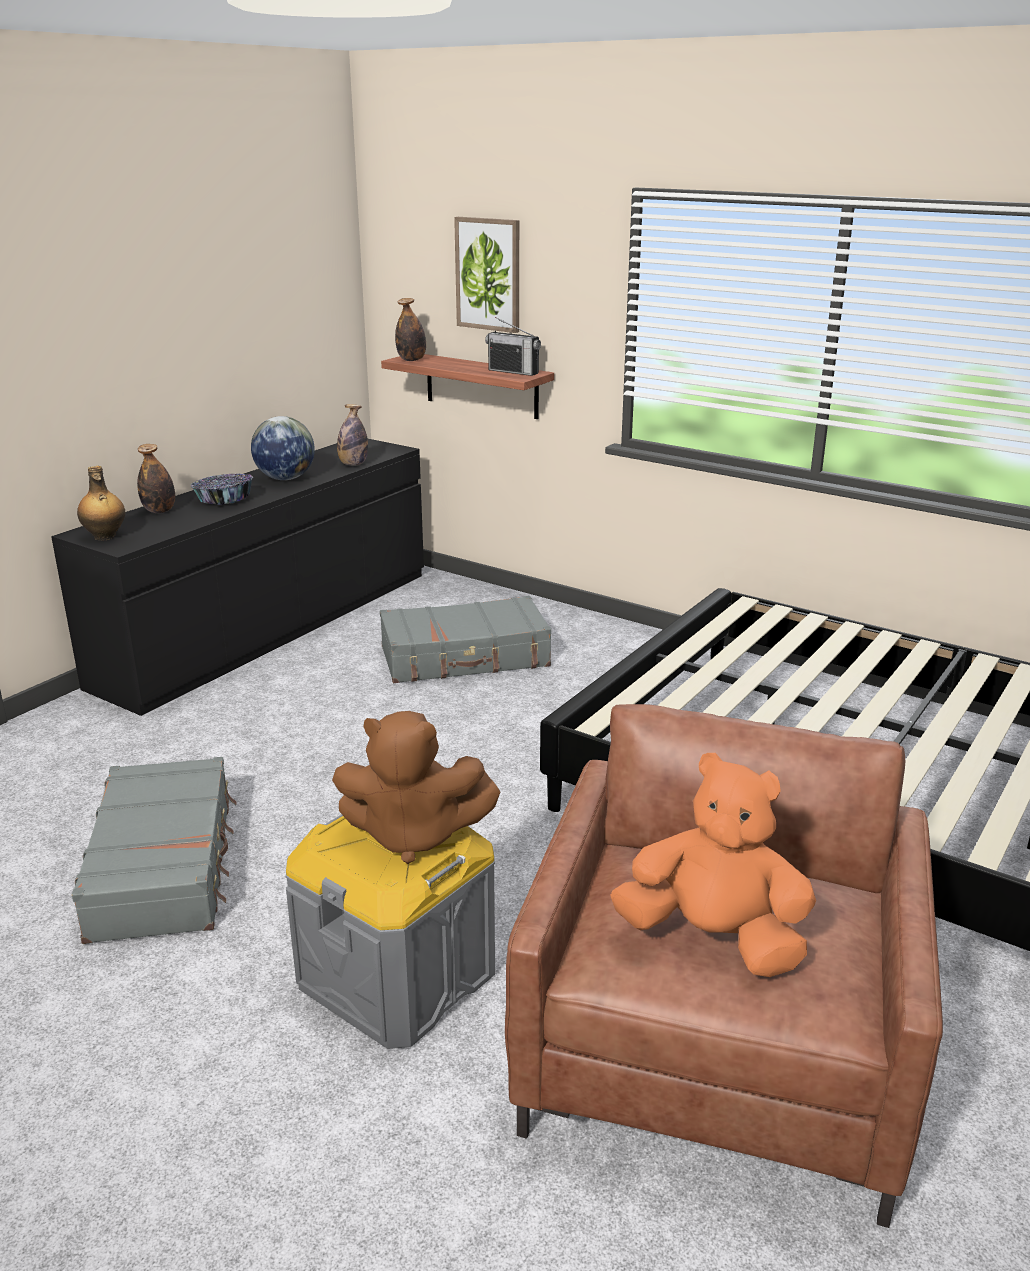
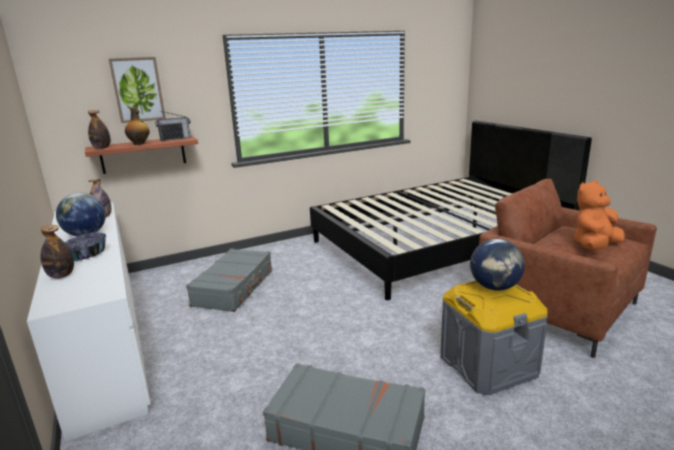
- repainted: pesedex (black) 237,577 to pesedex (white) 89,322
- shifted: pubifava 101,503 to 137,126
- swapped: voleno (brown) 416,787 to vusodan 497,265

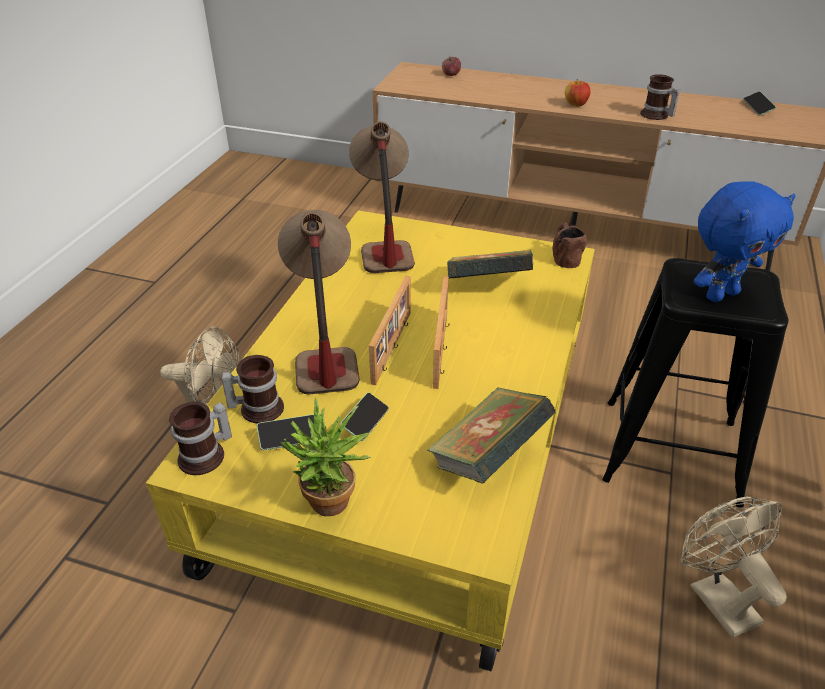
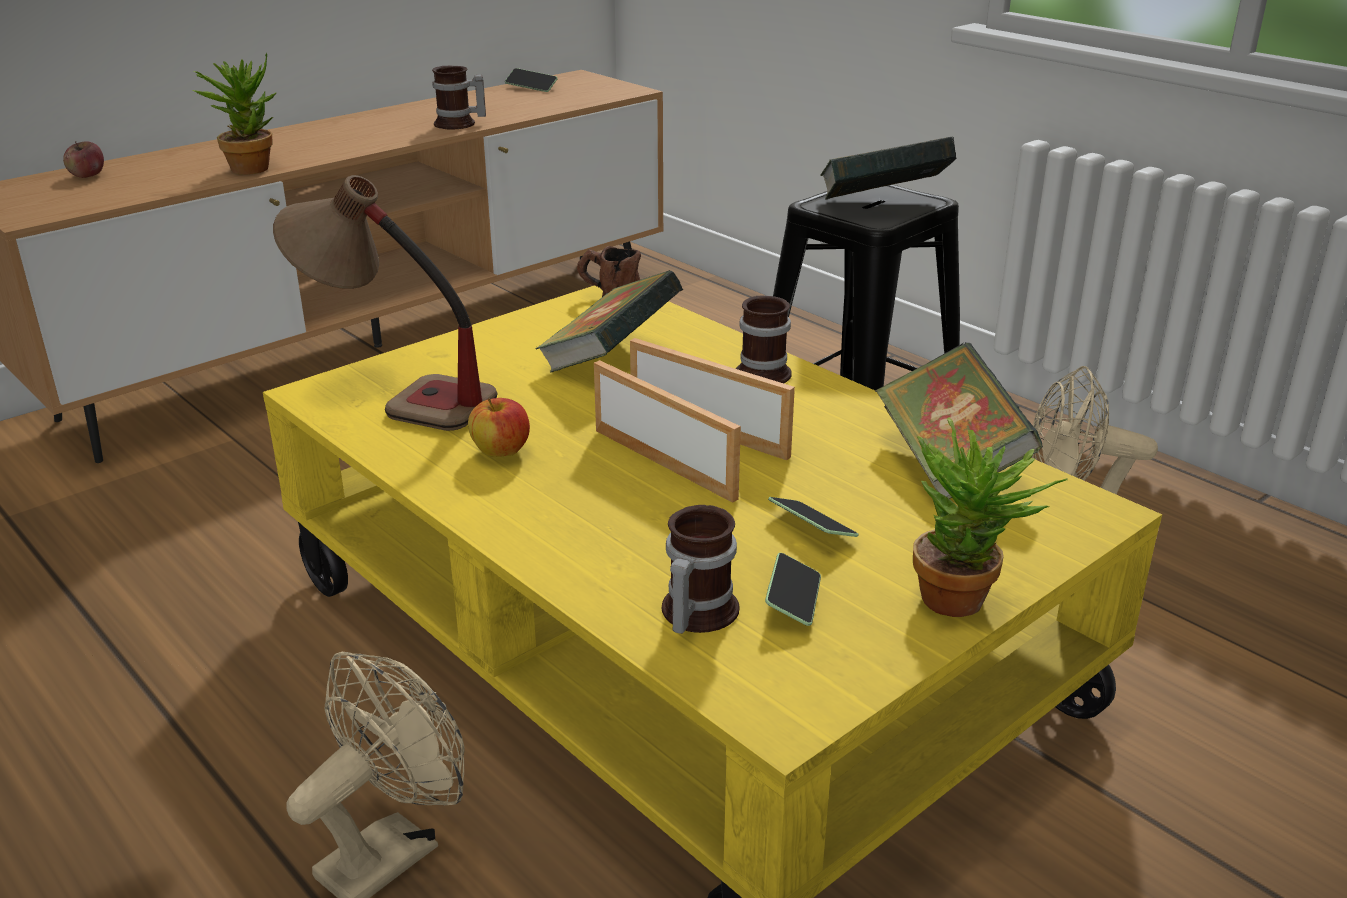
- shifted: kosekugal 578,93 to 499,427
- swapped: voleno (blue) 745,241 to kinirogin 888,168
- gone: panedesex 318,302
- shifted: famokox 200,438 to 764,339
- new: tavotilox 234,114

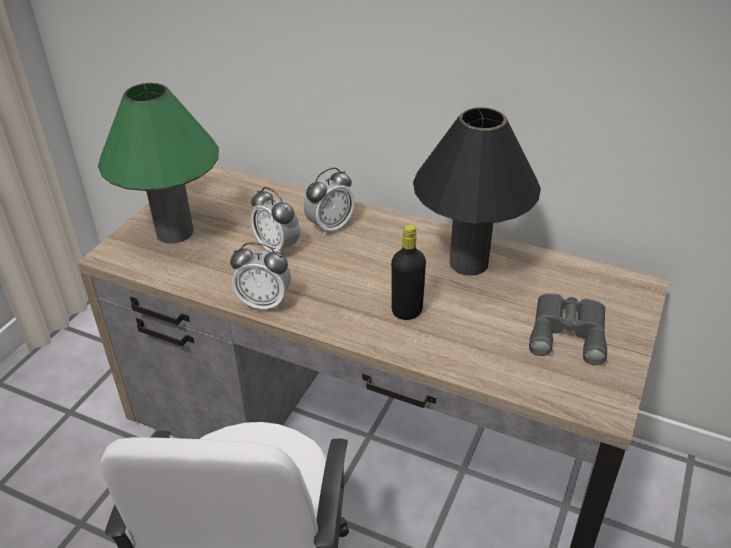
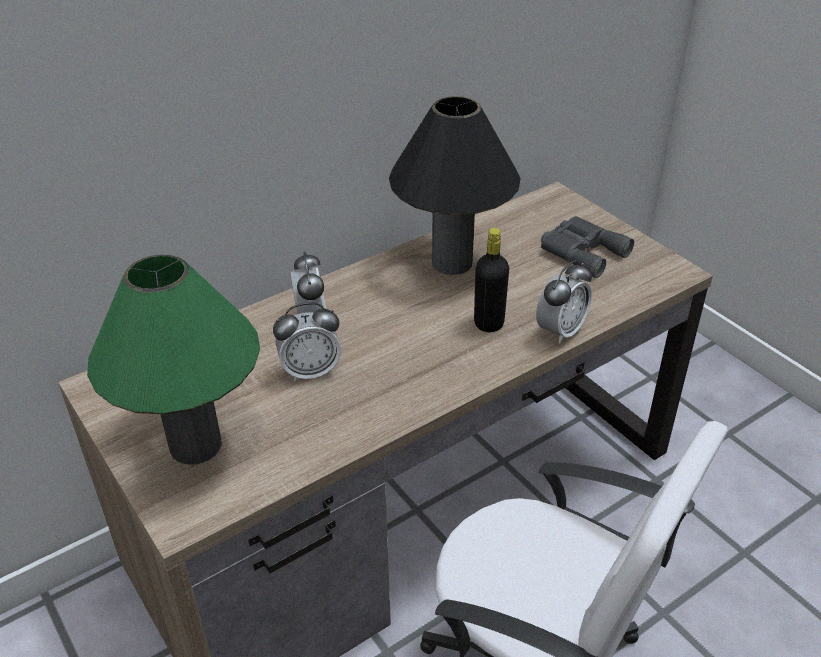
- shifted: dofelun 260,276 to 564,302

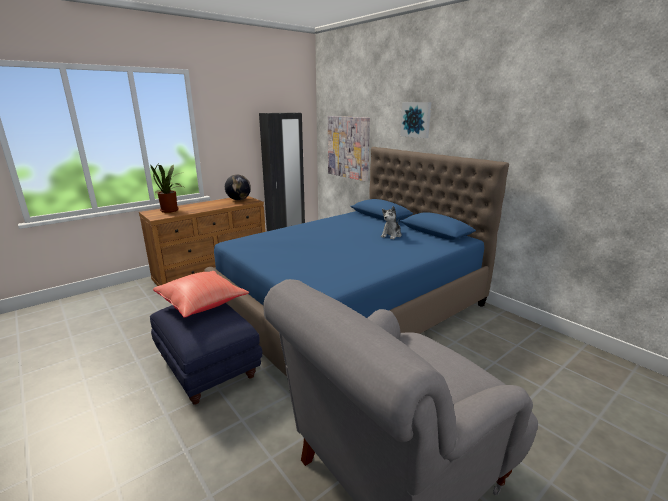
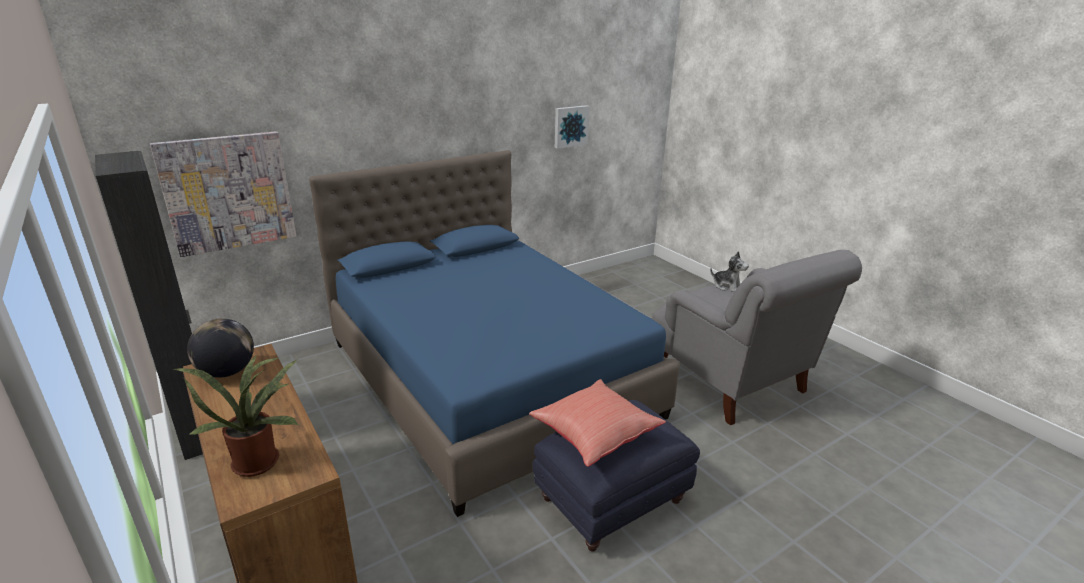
- shifted: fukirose 415,120 to 572,127
- shifted: voleno 391,223 to 729,271

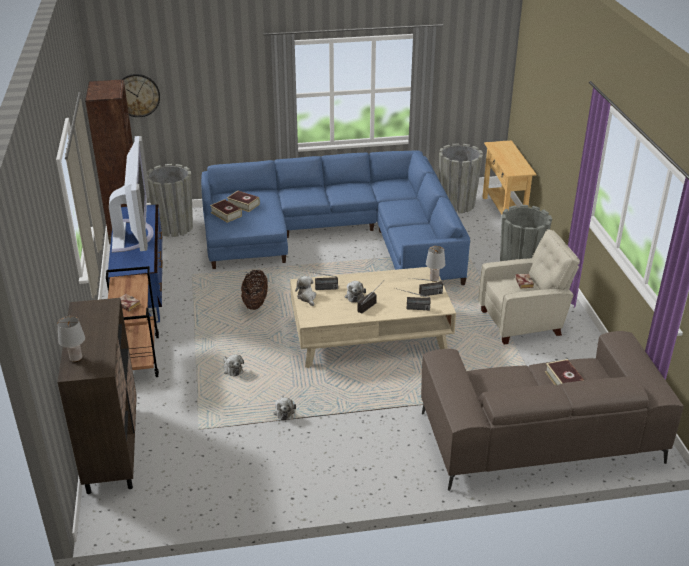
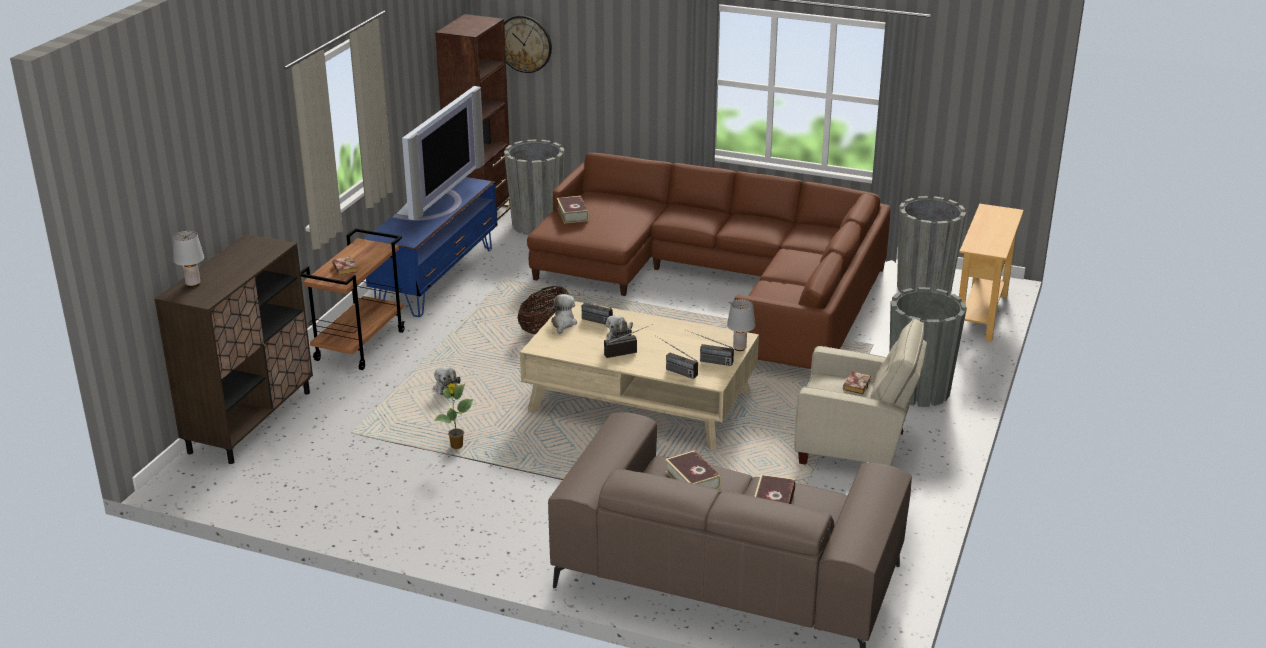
- repainted: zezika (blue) 335,217 to zezika (brown) 708,261
- shifted: kinirogin 243,201 to 693,469
- swapped: voleno 284,407 to tavotilox 454,416

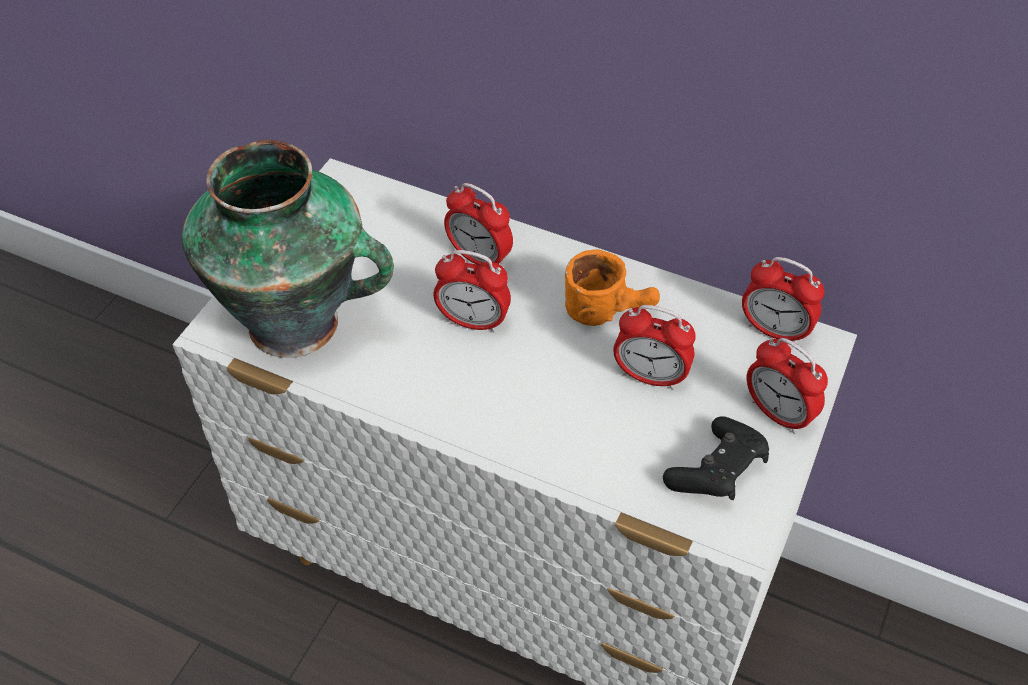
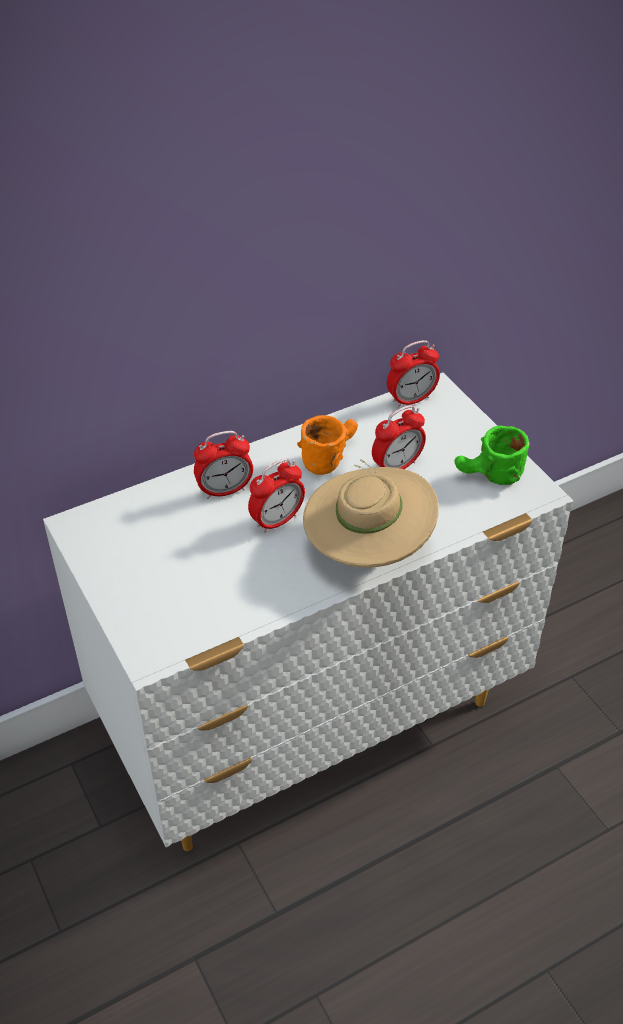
- gone: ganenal 288,249
- gone: dofelun 787,386
- swapped: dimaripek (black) 716,458 to famokox (green) 492,455
- new: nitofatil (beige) 371,513

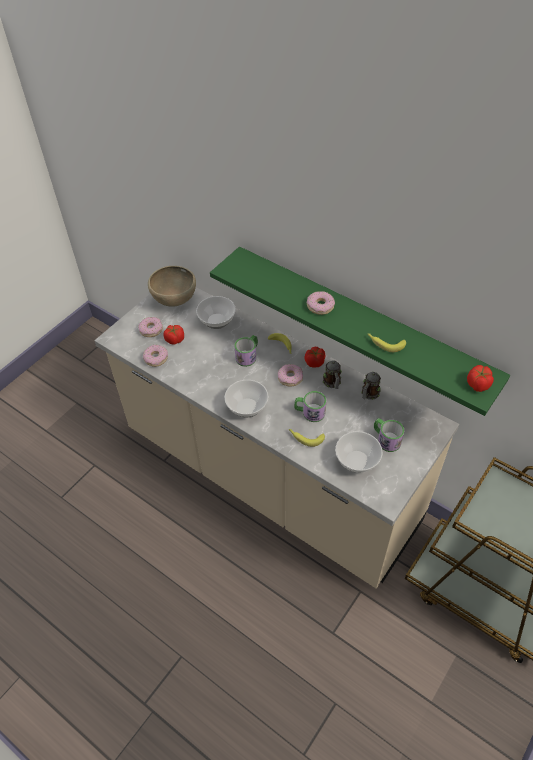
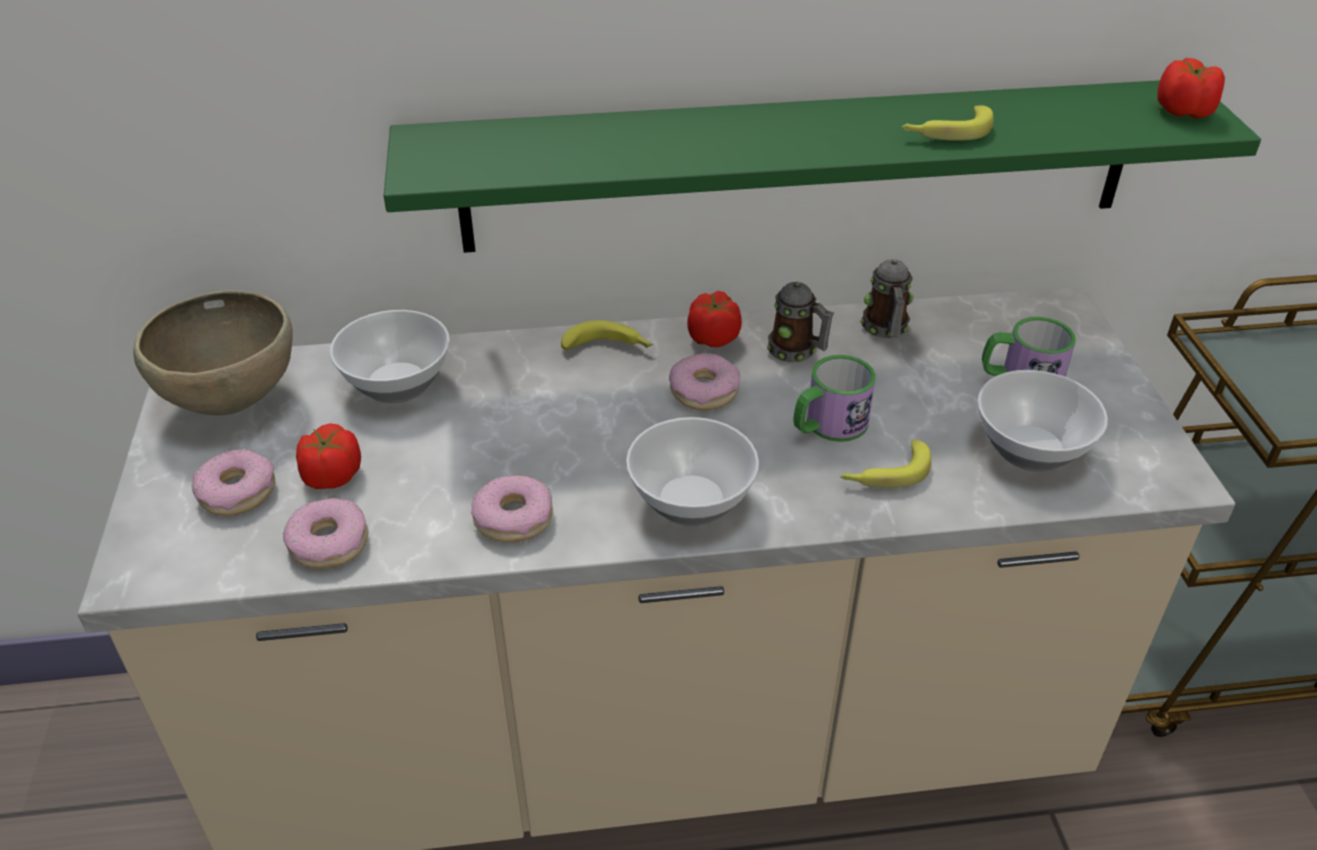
- shifted: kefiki 321,303 to 512,508
- gone: famokox 246,351

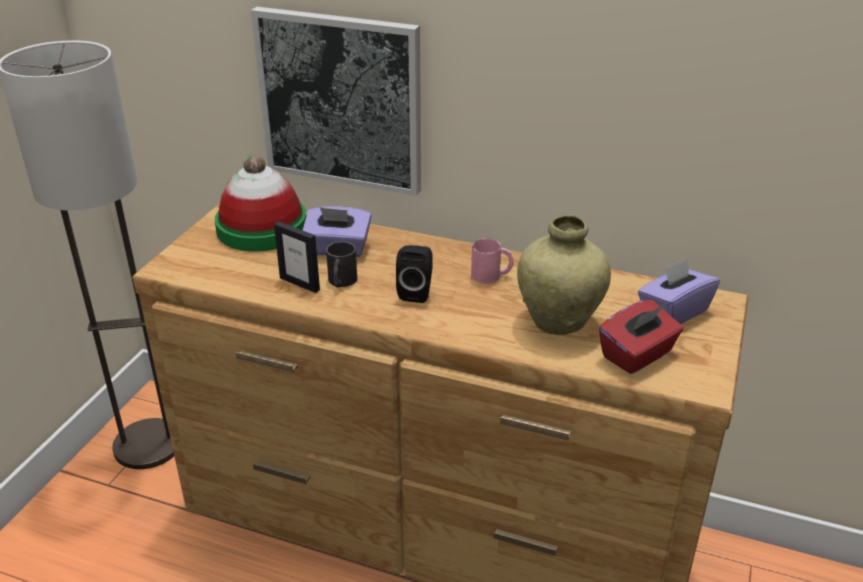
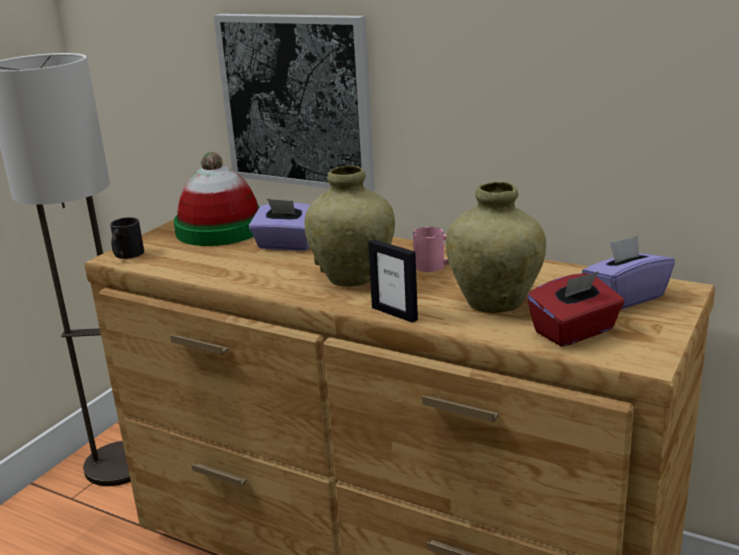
- shifted: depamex 297,257 to 393,281
- shifted: famokox (black) 341,265 to 127,238
- swapped: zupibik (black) 414,274 to ganenal (beige) 349,226

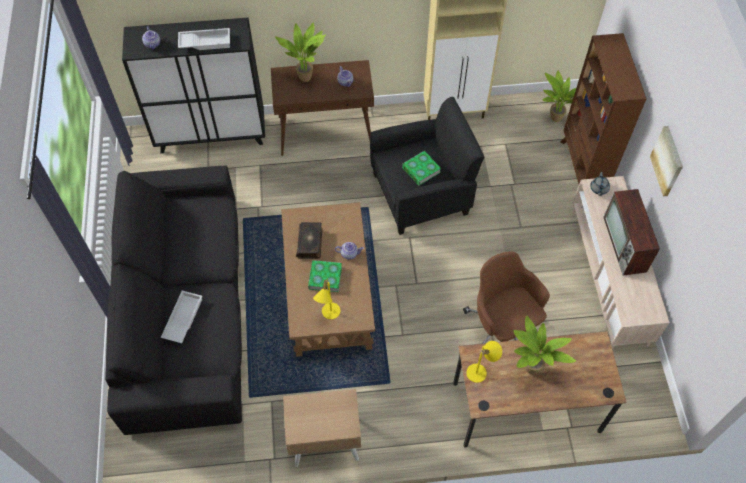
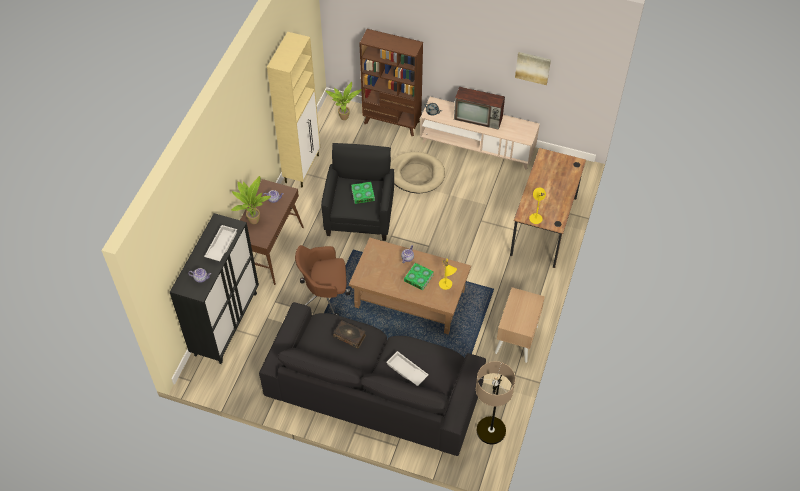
- shifted: fukirose 666,161 to 533,68
- shifted: kinirogin 309,240 to 349,334
- shifted: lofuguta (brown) 506,297 to 322,280
- gone: tavotilox 544,344
- new: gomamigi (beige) 417,172
- new: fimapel 495,403

